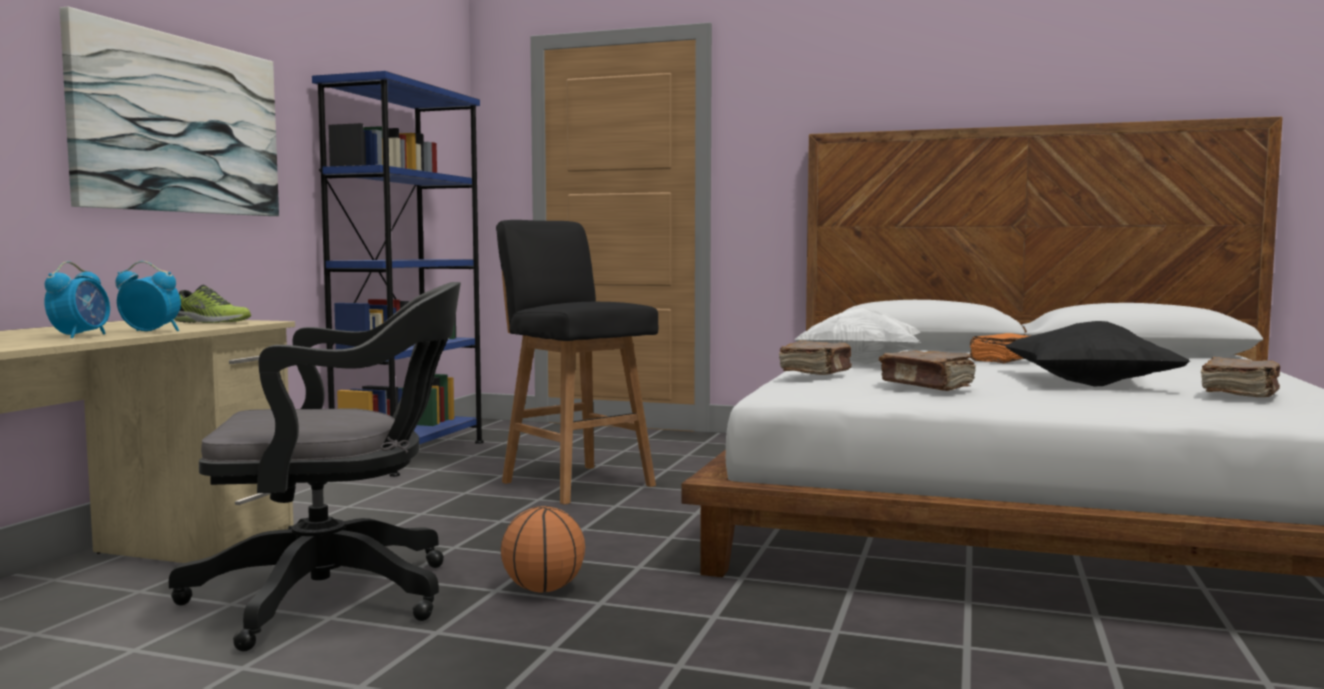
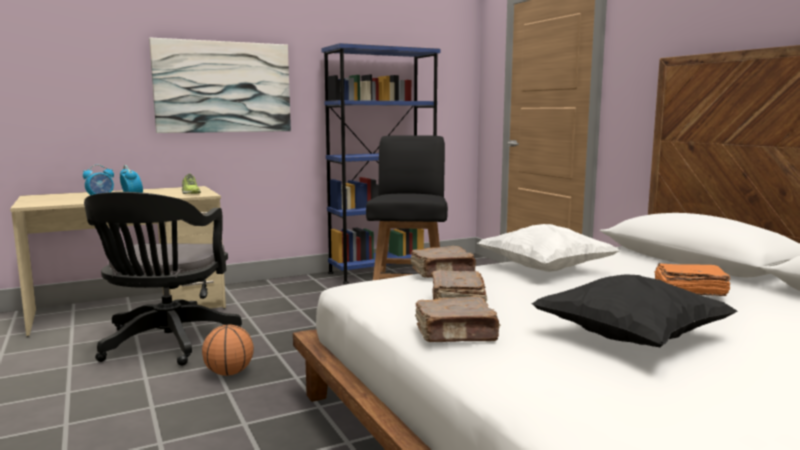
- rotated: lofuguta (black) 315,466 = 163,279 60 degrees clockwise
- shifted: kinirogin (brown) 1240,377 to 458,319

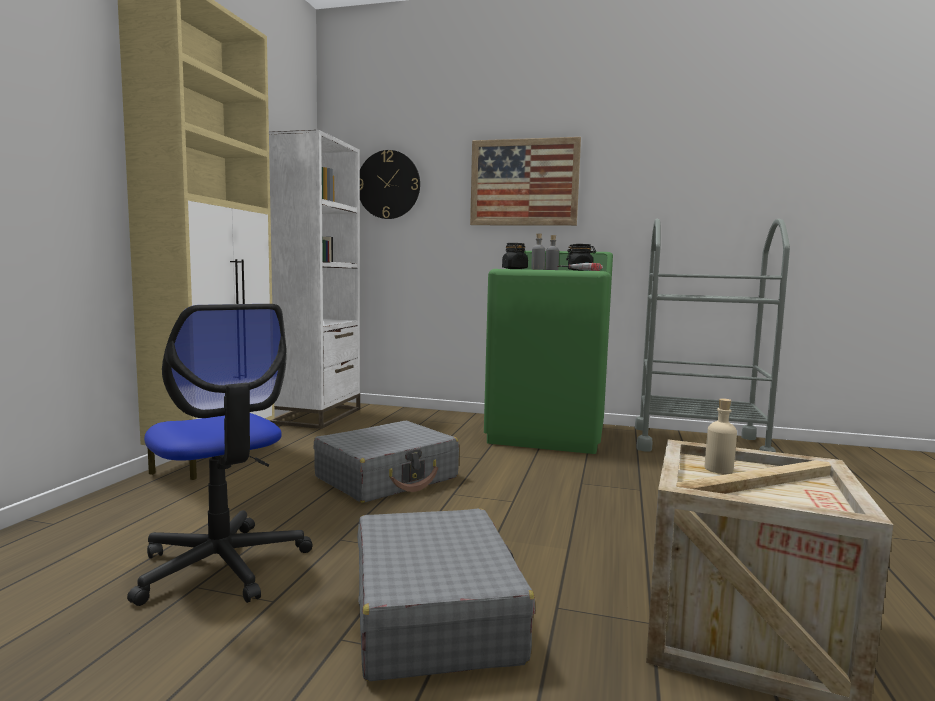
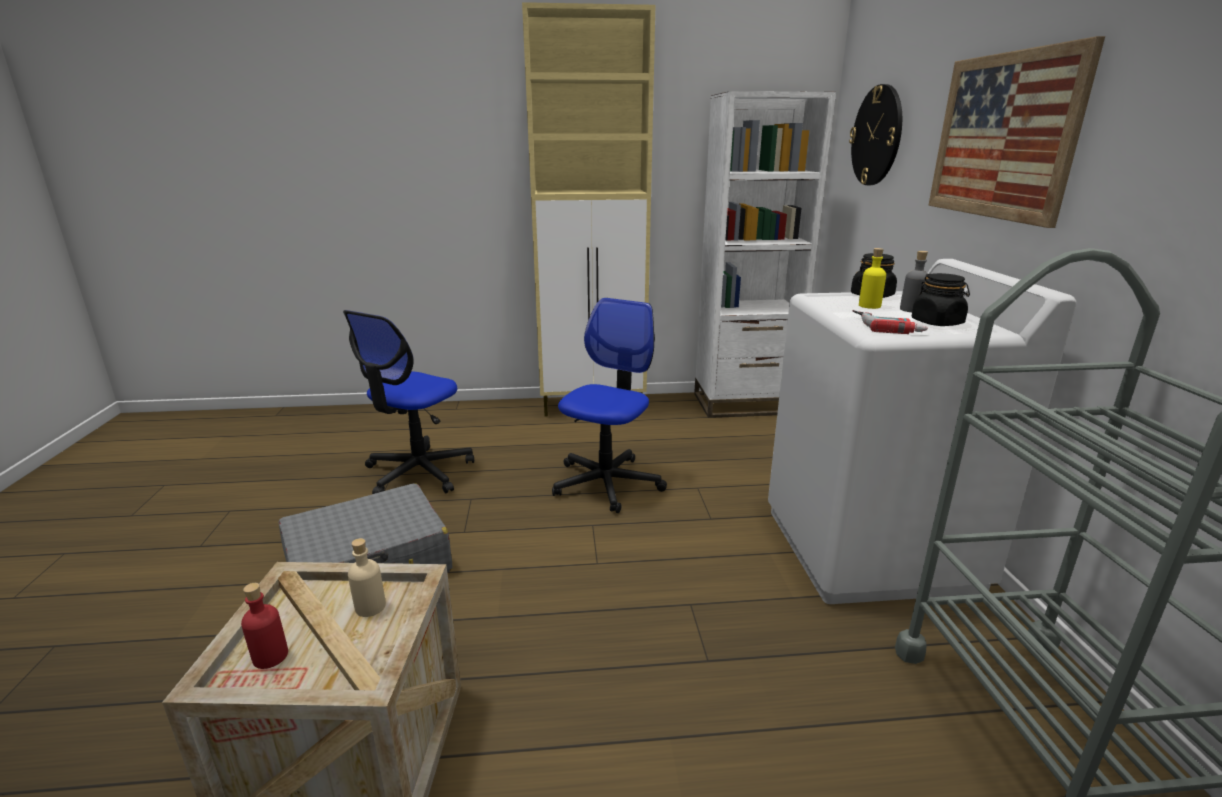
- repainted: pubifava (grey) 538,251 to pubifava (yellow) 872,278
- repainted: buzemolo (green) 548,352 to buzemolo (white) 922,431
- swapped: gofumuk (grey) 386,462 to lofuguta 609,405
- new: pubifava (red) 264,626

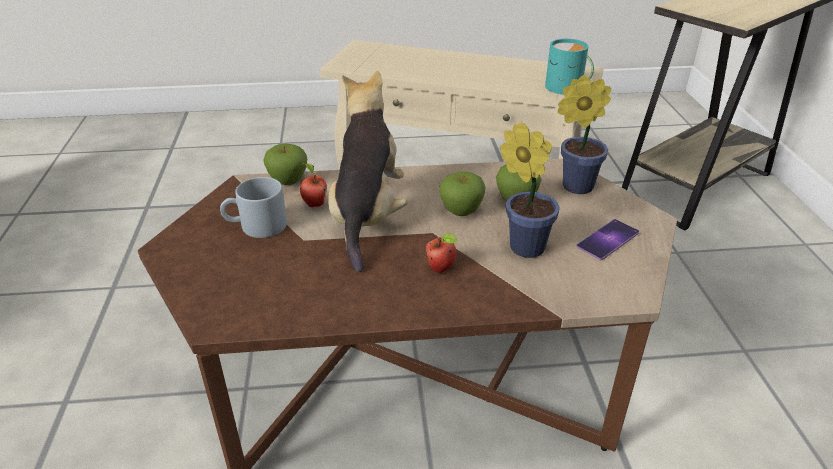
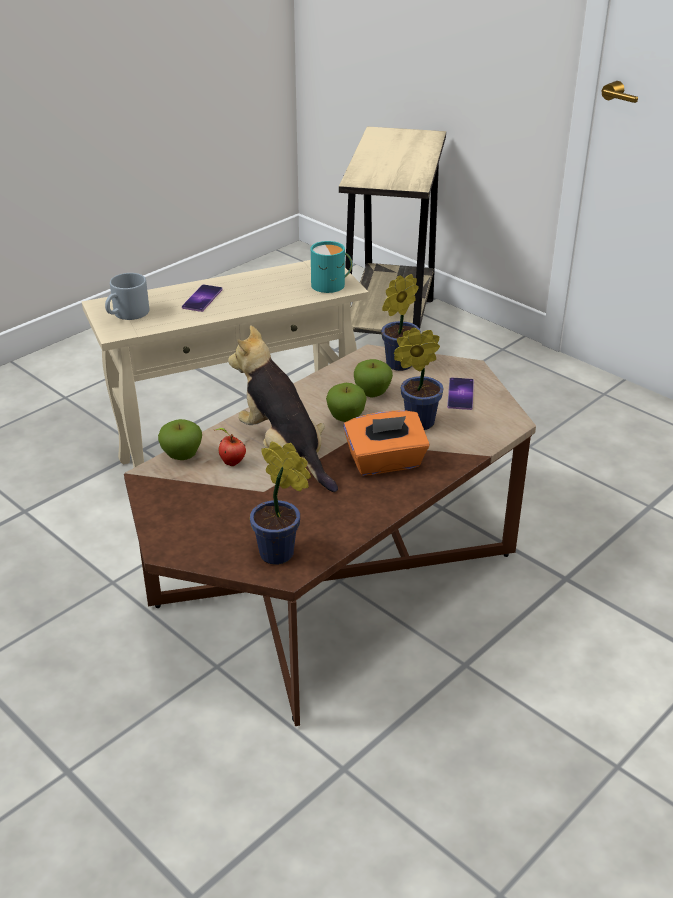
- shifted: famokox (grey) 253,207 to 127,296
- swapped: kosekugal 442,253 to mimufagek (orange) 387,443
- new: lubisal 202,298
- new: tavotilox 280,503

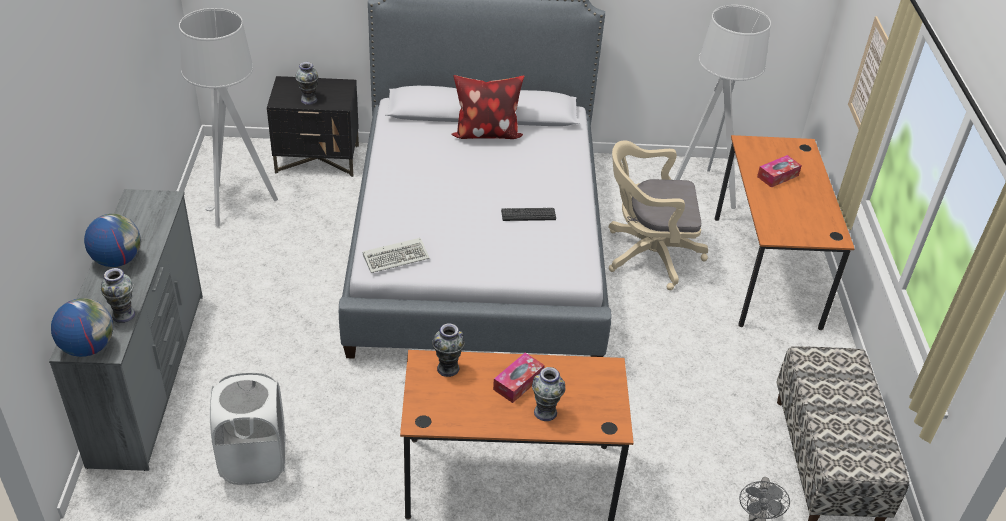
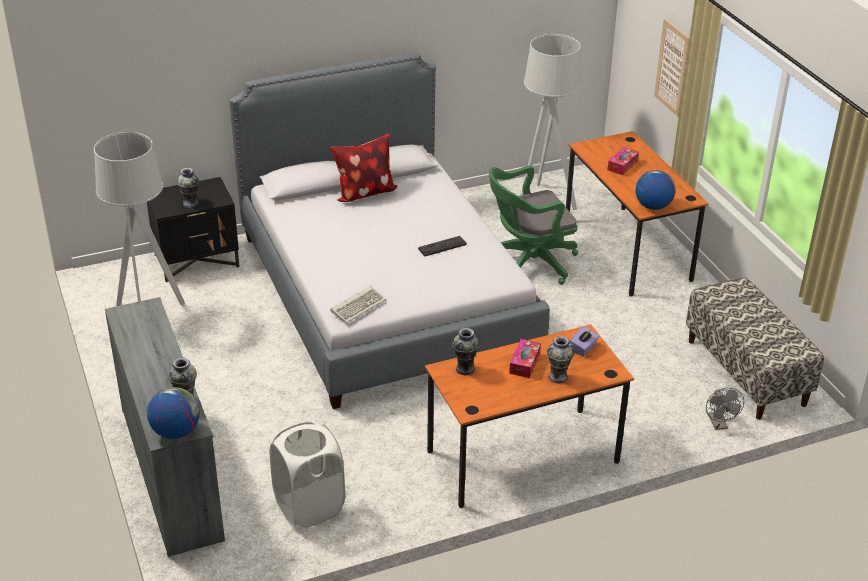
- repainted: lofuguta (beige) 658,215 to lofuguta (green) 533,225
- shifted: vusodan 112,240 to 655,190
- new: mimufagek (purple) 584,341

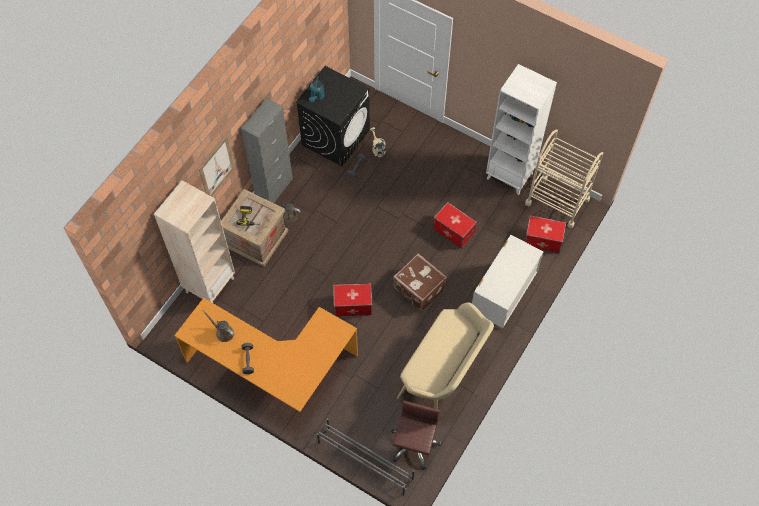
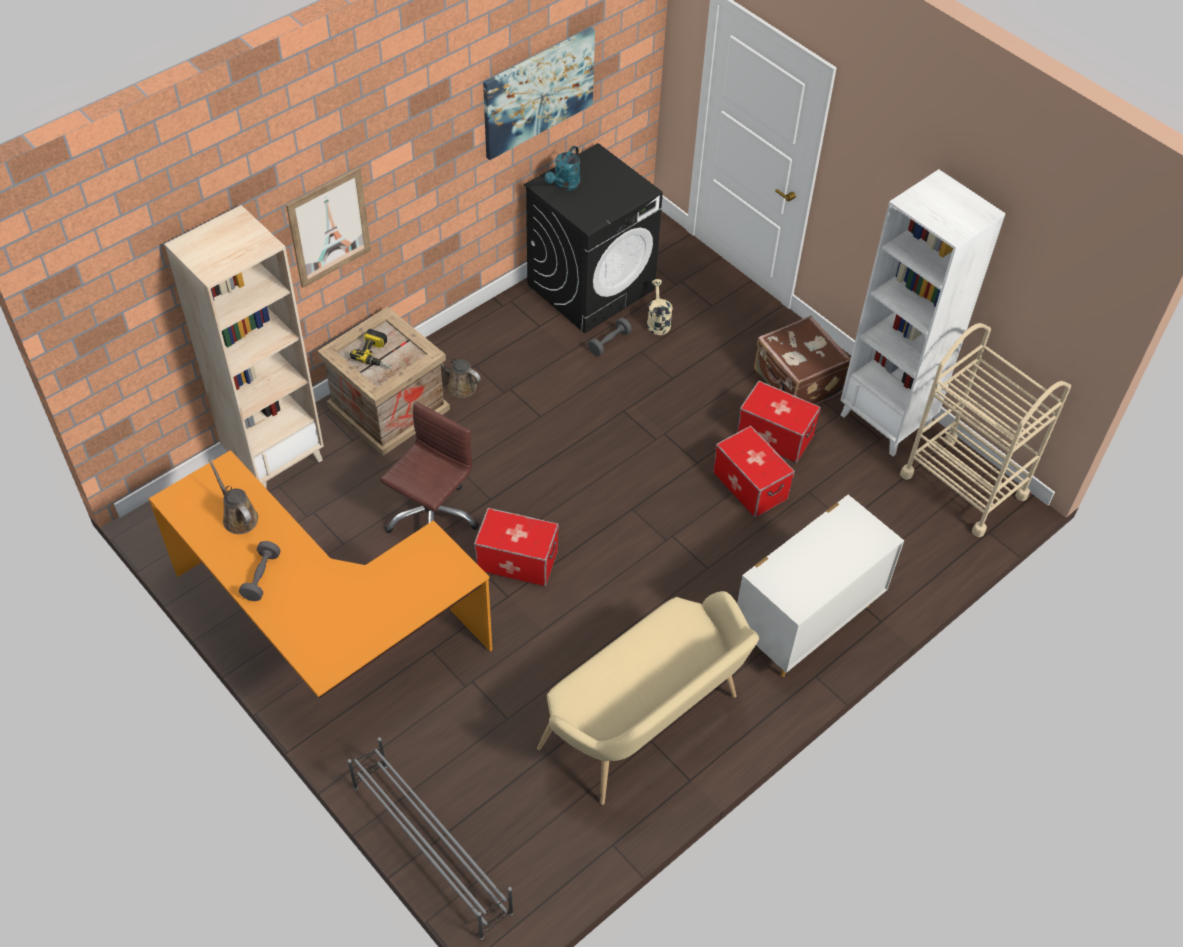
- gone: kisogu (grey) 267,150
- shifted: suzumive 545,234 to 779,422
- shifted: gofumuk (brown) 420,283 to 802,360
- shifted: lofuguta (brown) 416,435 to 429,467
- new: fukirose 539,93

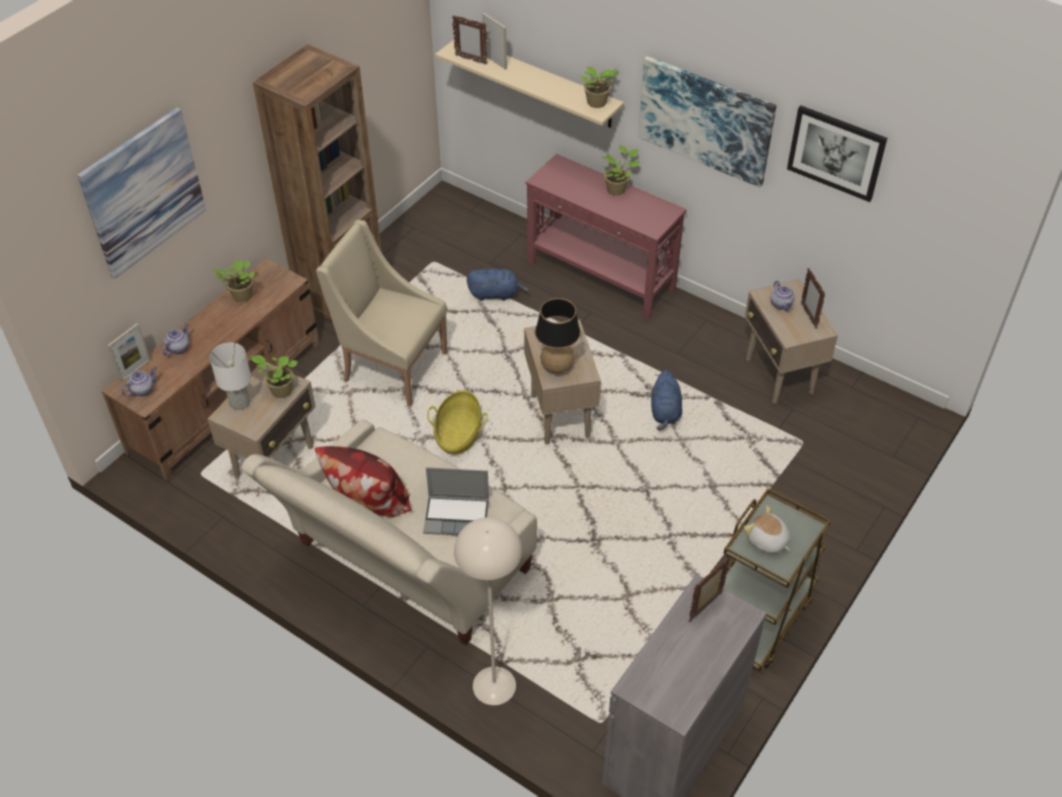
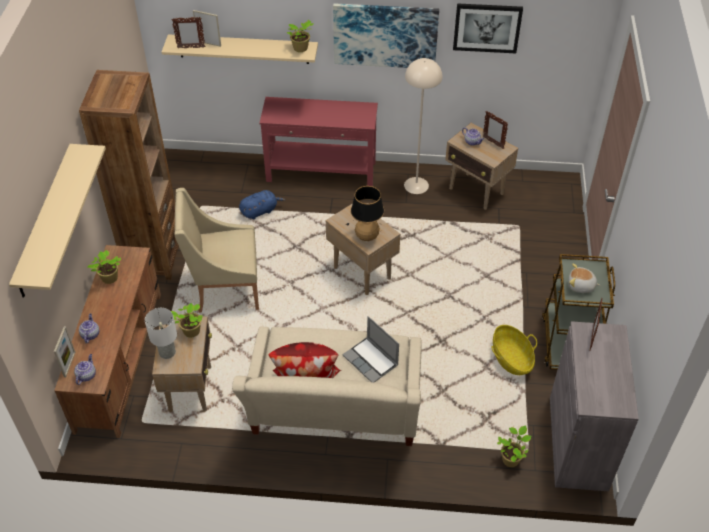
- swapped: fukirose 141,193 to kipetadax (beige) 57,221
- shifted: tavotilox 621,170 to 514,446
- gone: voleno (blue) 666,400
- shifted: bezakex 457,422 to 514,350
- rotated: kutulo 456,501 = 371,349 75 degrees clockwise
- shifted: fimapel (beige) 488,611 to 423,126

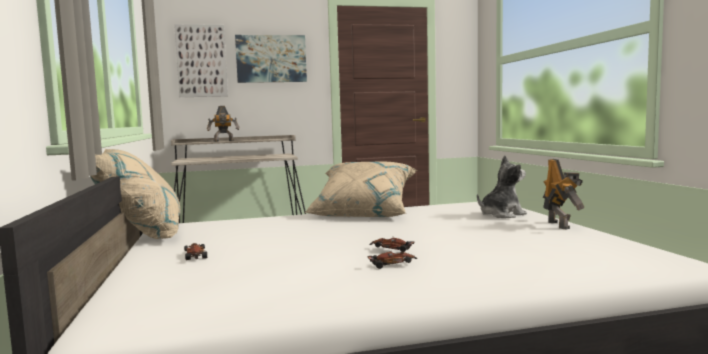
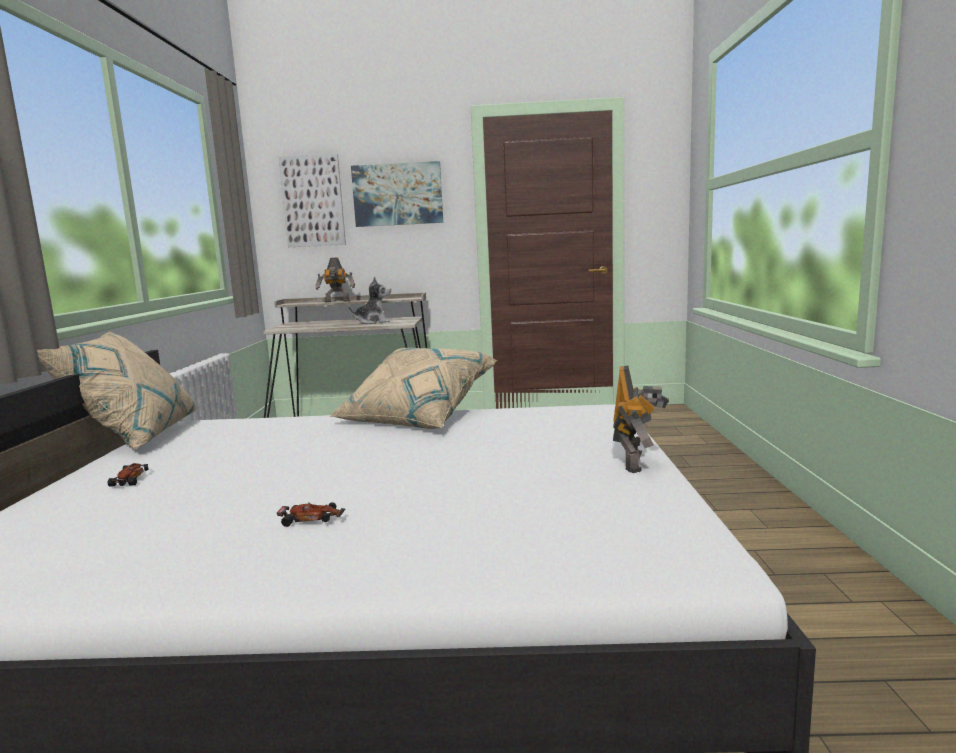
- shifted: voleno 502,186 to 369,300
- gone: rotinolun 391,244

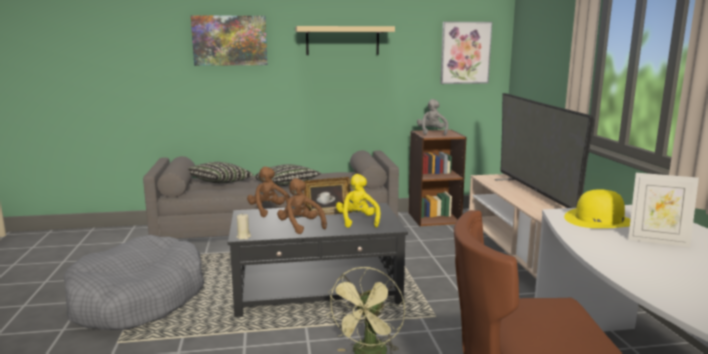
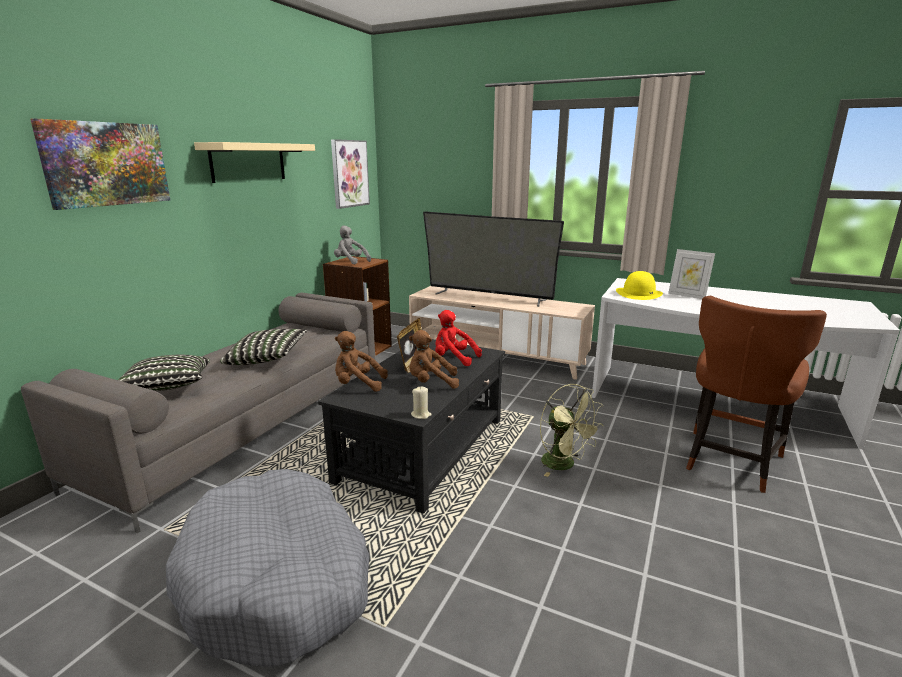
- rotated: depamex 663,210 = 691,274 75 degrees clockwise
- repainted: voleno (yellow) 358,201 to voleno (red) 458,338

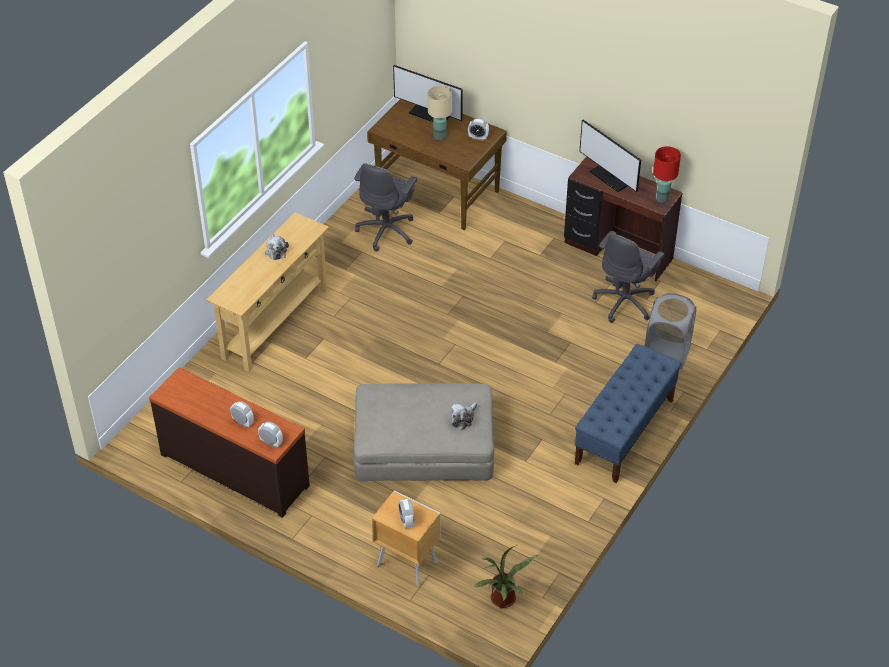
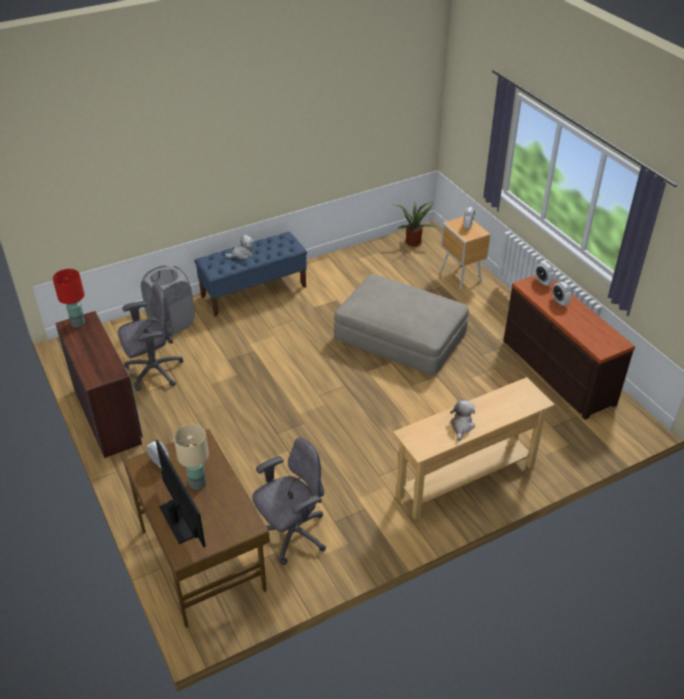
- gone: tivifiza 610,156
- shifted: voleno 463,416 to 239,246

